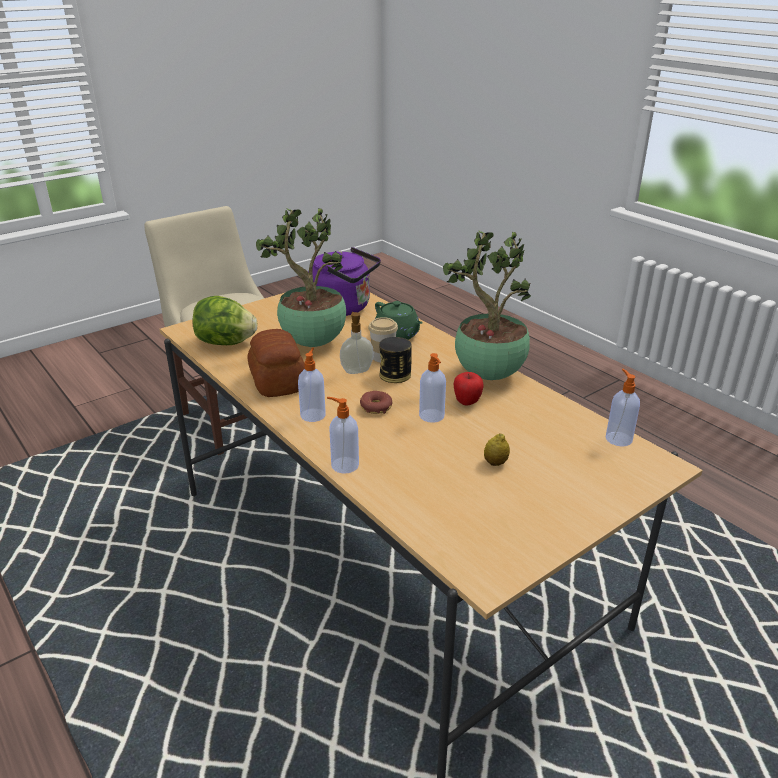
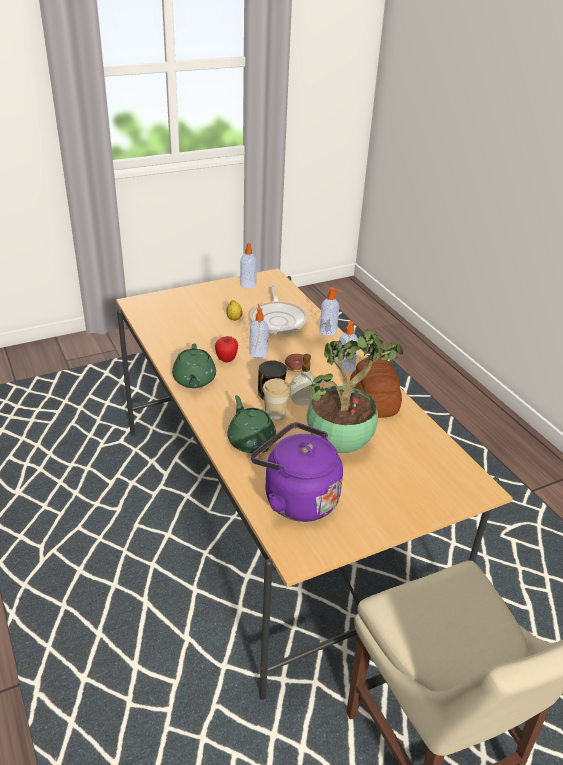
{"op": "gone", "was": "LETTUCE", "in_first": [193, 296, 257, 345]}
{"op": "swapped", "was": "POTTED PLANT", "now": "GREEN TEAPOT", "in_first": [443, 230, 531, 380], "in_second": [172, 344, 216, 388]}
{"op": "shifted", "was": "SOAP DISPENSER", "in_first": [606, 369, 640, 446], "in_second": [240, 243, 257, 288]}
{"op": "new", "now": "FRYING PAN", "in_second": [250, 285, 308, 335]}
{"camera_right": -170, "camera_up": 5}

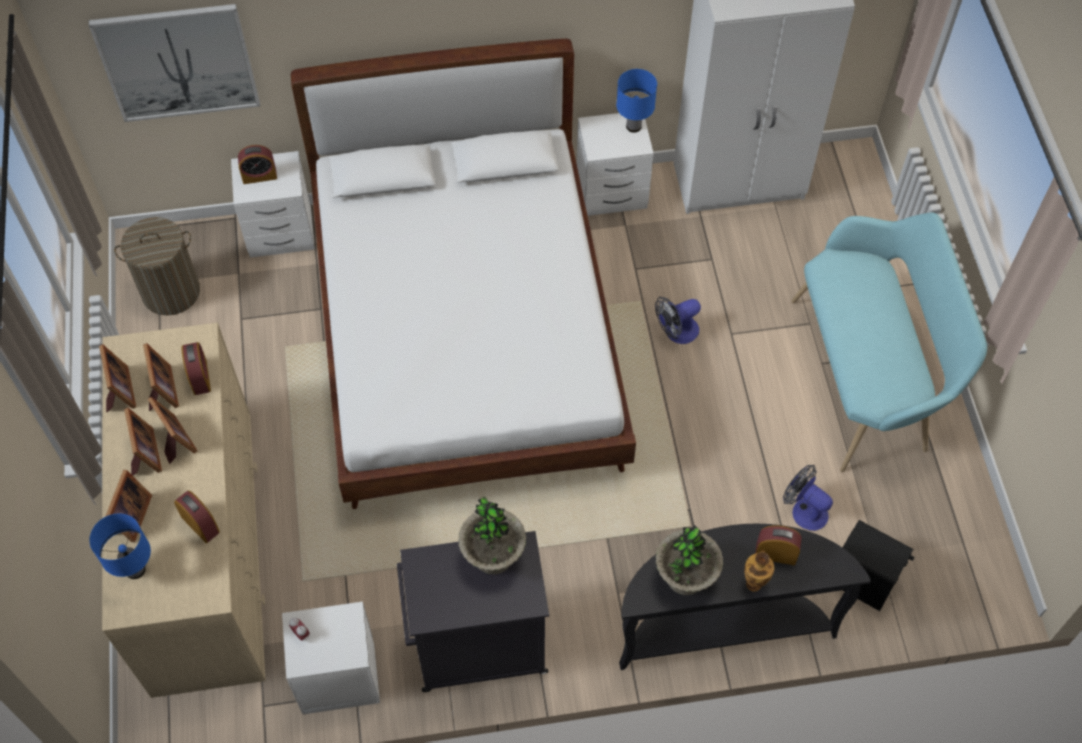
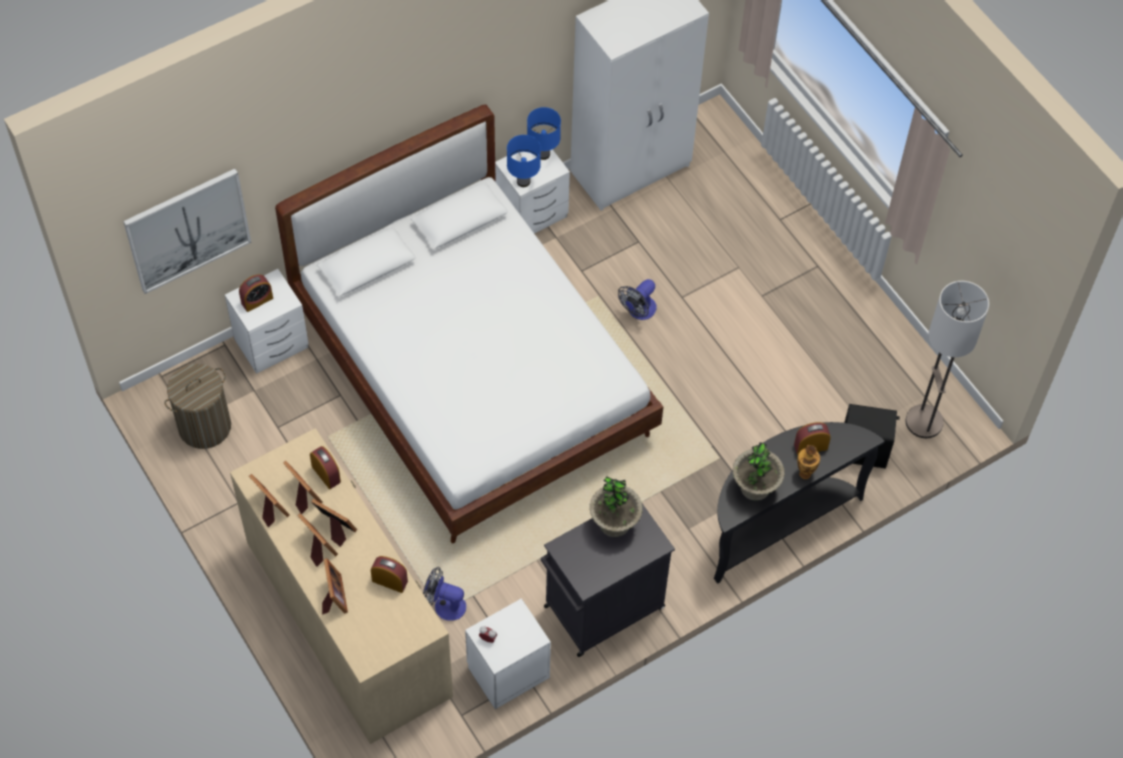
{"op": "shifted", "was": "BLUE TABLE LAMP", "in_first": [89, 513, 151, 579], "in_second": [507, 135, 541, 187]}
{"op": "shifted", "was": "FAN", "in_first": [783, 465, 833, 531], "in_second": [423, 567, 466, 621]}
{"op": "gone", "was": "TURQUOISE BENCH", "in_first": [791, 213, 987, 472]}
{"op": "new", "now": "FLOOR LAMP", "in_second": [906, 281, 989, 438]}
{"camera_right": -25, "camera_up": 0}

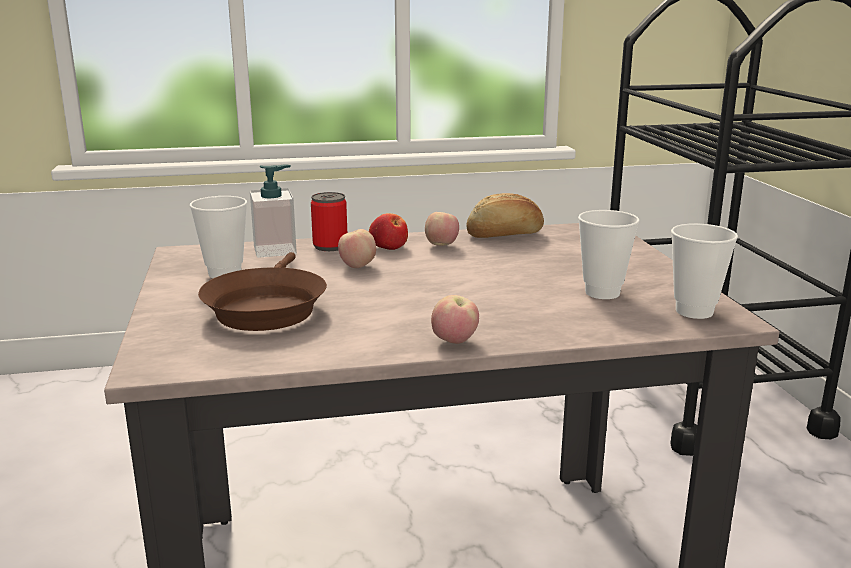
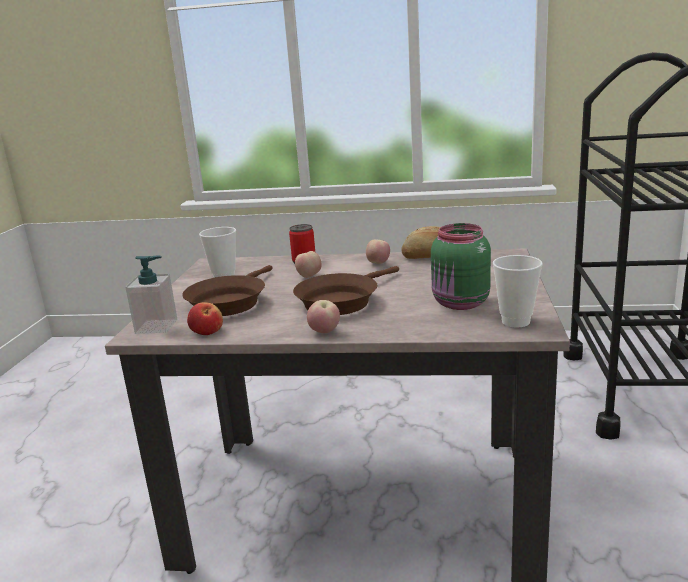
{"op": "shifted", "was": "SOAP DISPENSER", "in_first": [250, 165, 297, 258], "in_second": [125, 255, 177, 334]}
{"op": "shifted", "was": "APPLE", "in_first": [369, 213, 408, 250], "in_second": [187, 302, 223, 335]}
{"op": "swapped", "was": "CUP", "now": "GREEN JAR", "in_first": [578, 210, 639, 299], "in_second": [431, 223, 491, 310]}
{"op": "new", "now": "BROWN FRYING PAN", "in_second": [293, 266, 399, 315]}
{"camera_right": 20, "camera_up": 0}

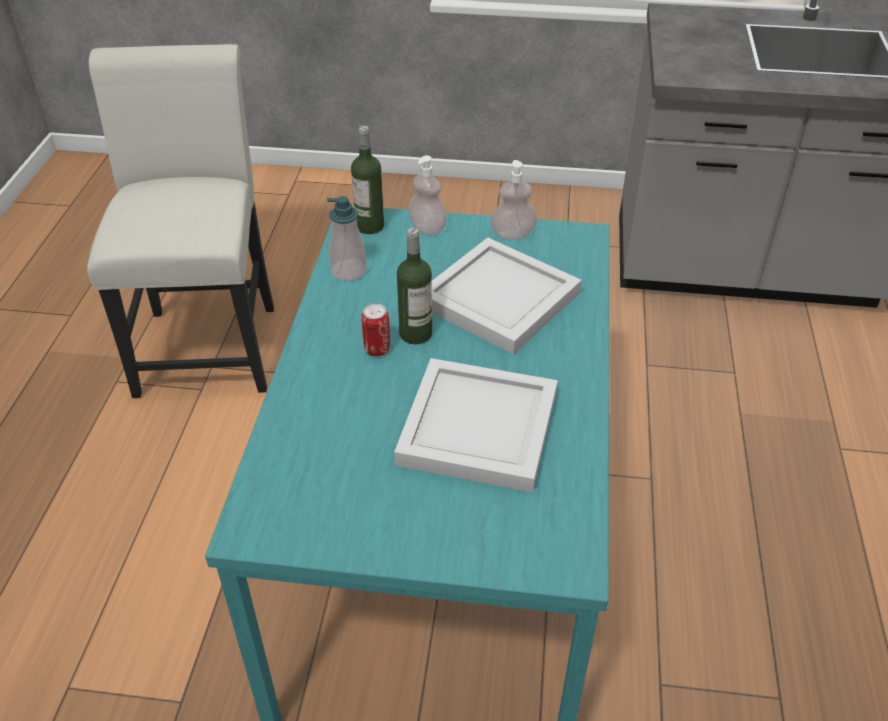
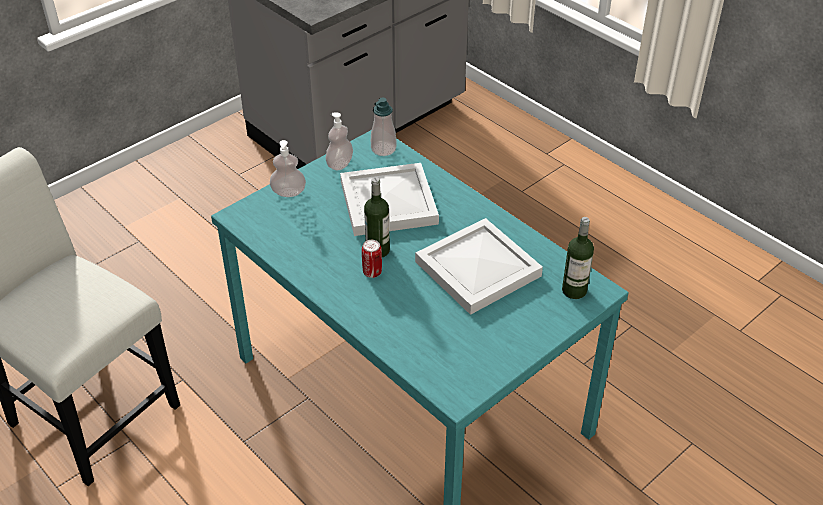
{"op": "shifted", "was": "SOAP DISPENSER", "in_first": [327, 196, 367, 281], "in_second": [371, 97, 396, 156]}
{"op": "shifted", "was": "BOTTLE", "in_first": [351, 126, 384, 234], "in_second": [562, 217, 594, 299]}
{"camera_right": -50, "camera_up": 0}

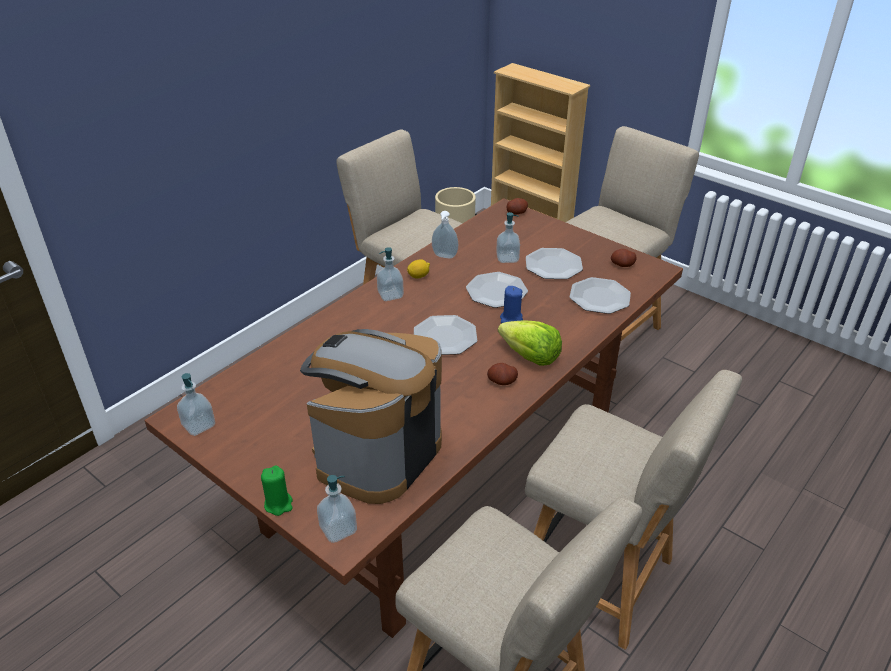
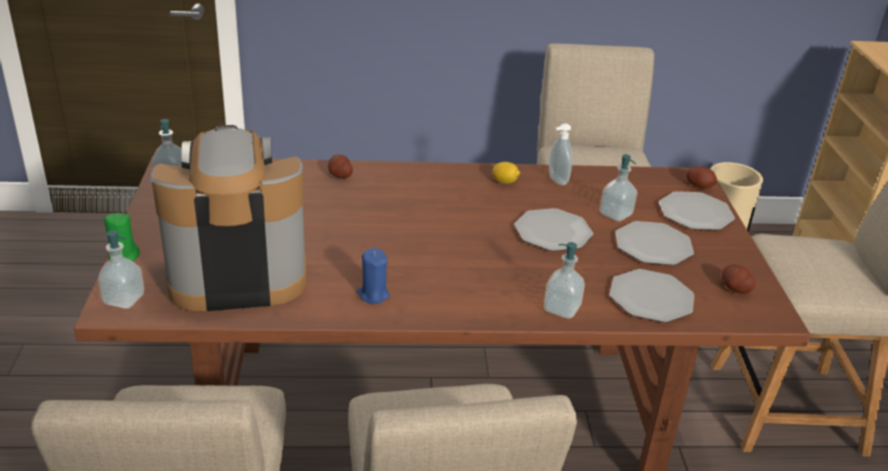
{"op": "shifted", "was": "SOAP DISPENSER", "in_first": [377, 247, 404, 301], "in_second": [544, 242, 585, 319]}
{"op": "shifted", "was": "PLATE", "in_first": [414, 315, 477, 355], "in_second": [659, 191, 735, 230]}
{"op": "shifted", "was": "POTATO", "in_first": [487, 363, 518, 385], "in_second": [328, 154, 353, 179]}
{"op": "gone", "was": "LETTUCE", "in_first": [498, 320, 562, 366]}
{"op": "shifted", "was": "BLUE CANDLE", "in_first": [500, 286, 523, 323], "in_second": [357, 248, 390, 304]}
{"camera_right": 45, "camera_up": -5}

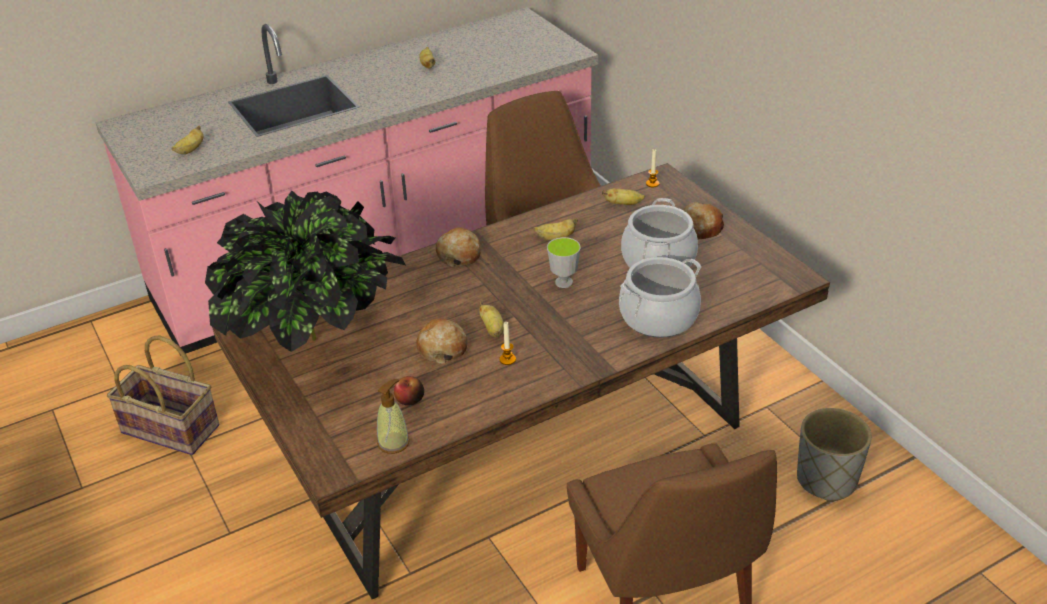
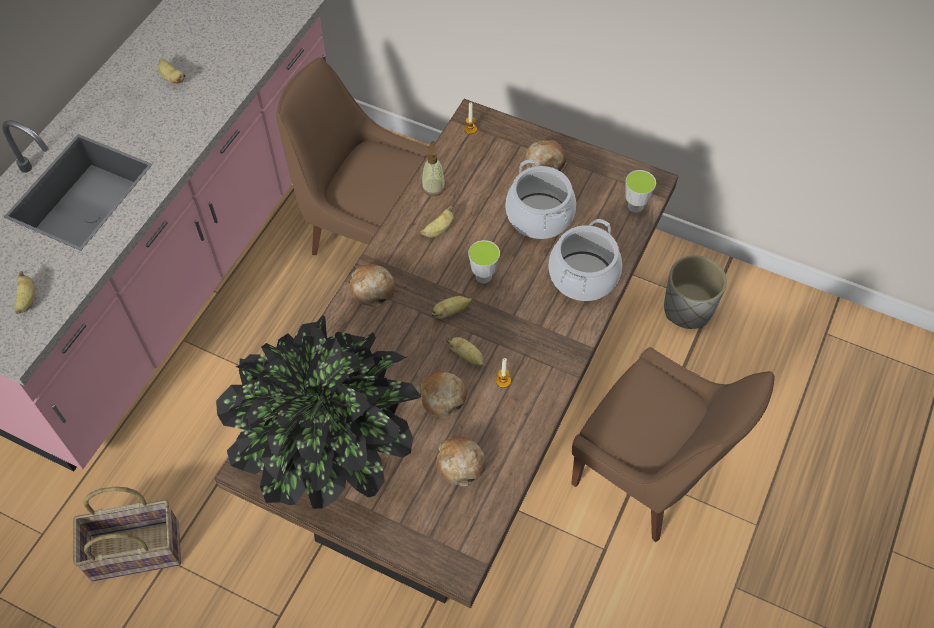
{"op": "shifted", "was": "SOAP DISPENSER", "in_first": [377, 379, 410, 454], "in_second": [421, 141, 446, 196]}
{"op": "swapped", "was": "APPLE", "now": "BREAD", "in_first": [394, 376, 424, 406], "in_second": [436, 437, 486, 486]}
{"op": "shifted", "was": "BANANA", "in_first": [602, 188, 645, 205], "in_second": [431, 296, 472, 319]}
{"op": "new", "now": "CUP", "in_second": [625, 170, 656, 213]}
{"camera_right": -35, "camera_up": 20}

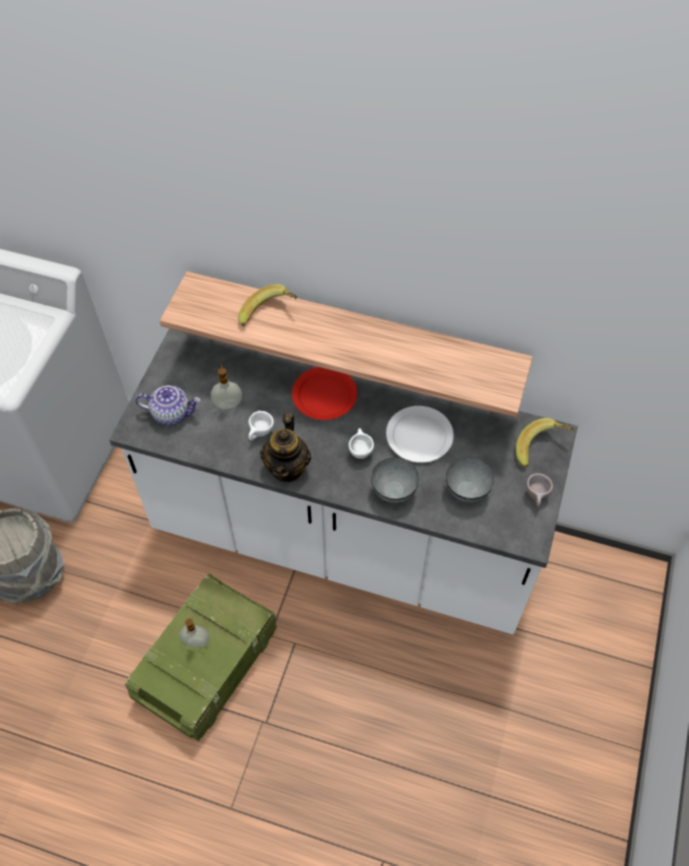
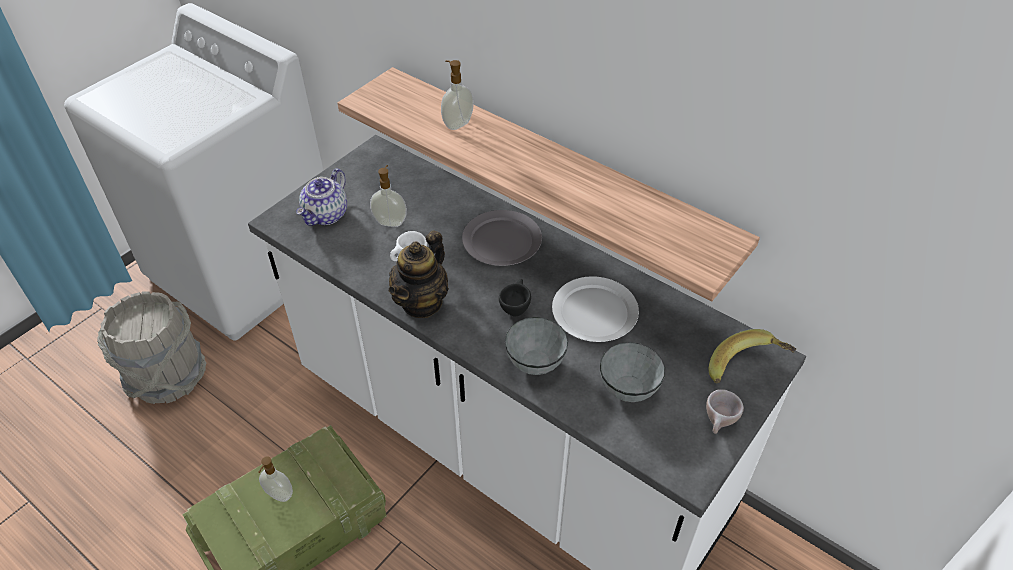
{"op": "rotated", "was": "TEAPOT", "in_first": [135, 385, 201, 426], "in_second": [297, 169, 347, 226], "clockwise": 90}
{"op": "swapped", "was": "BANANA", "now": "SOAP DISPENSER", "in_first": [238, 284, 298, 327], "in_second": [441, 60, 474, 130]}
{"op": "repainted", "was": "RED PLATE", "now": "GREY PLATE", "in_first": [292, 367, 357, 420], "in_second": [462, 210, 542, 266]}
{"op": "repainted", "was": "WHITE CUP", "now": "BLACK CUP", "in_first": [349, 428, 374, 459], "in_second": [499, 279, 531, 316]}
{"camera_right": 20, "camera_up": -10}

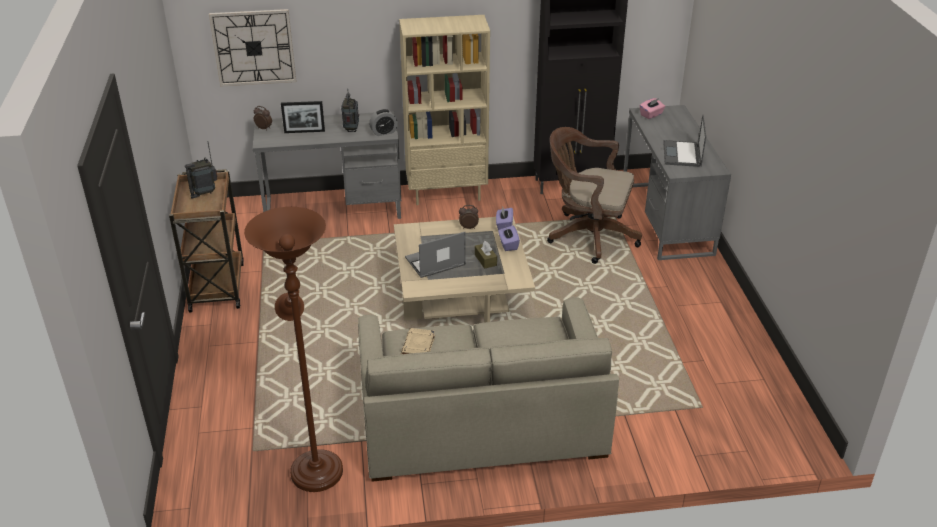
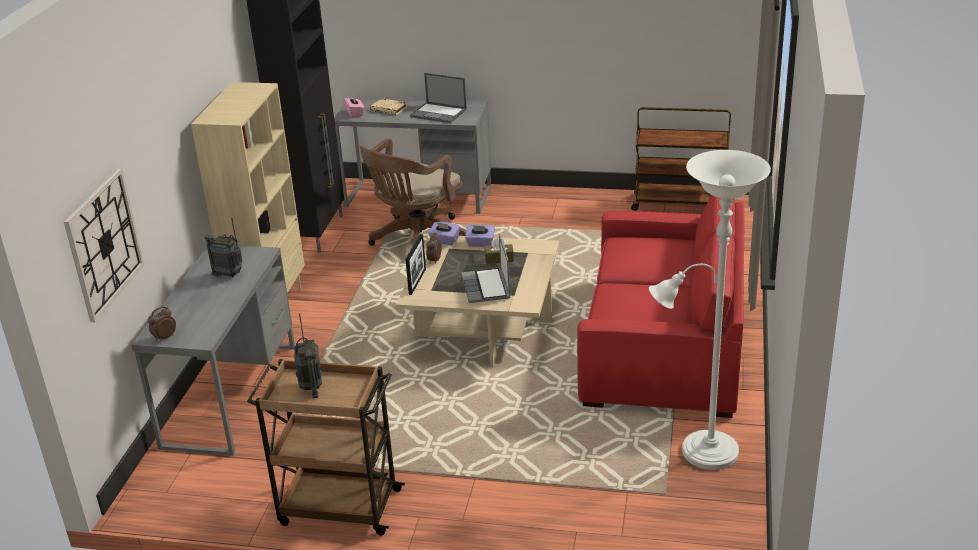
{"op": "repainted", "was": "BROWN FLOOR LAMP", "now": "WHITE FLOOR LAMP", "in_first": [244, 207, 343, 492], "in_second": [649, 150, 771, 470]}
{"op": "shifted", "was": "PICTURE FRAME", "in_first": [281, 101, 325, 133], "in_second": [405, 234, 426, 295]}
{"op": "repainted", "was": "BEIGE SOFA", "now": "RED SOFA", "in_first": [358, 297, 619, 482], "in_second": [577, 195, 744, 418]}
{"op": "gone", "was": "ALARM CLOCK", "in_first": [369, 109, 398, 136]}
{"op": "shifted", "was": "BEIGE BOOK", "in_first": [401, 328, 435, 354], "in_second": [370, 98, 407, 115]}
{"op": "new", "now": "BROWN CART", "in_second": [631, 107, 731, 211]}
{"camera_right": -70, "camera_up": -5}

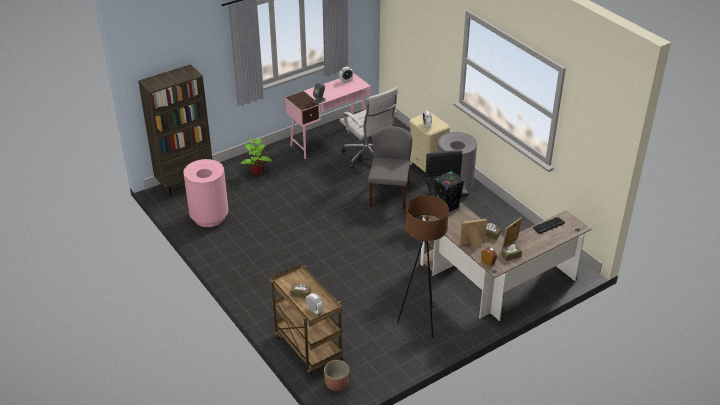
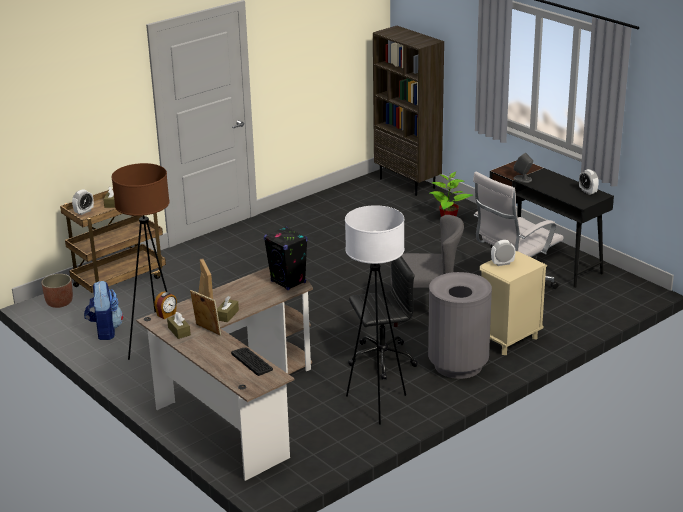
{"op": "gone", "was": "PINK TRASH CAN", "in_first": [183, 159, 228, 227]}
{"op": "repainted", "was": "PINK DESK", "now": "BLACK DESK", "in_first": [285, 74, 371, 159], "in_second": [490, 160, 614, 288]}
{"op": "new", "now": "BACKPACK", "in_second": [84, 281, 123, 340]}
{"op": "new", "now": "WHITE FLOOR LAMP", "in_second": [345, 205, 406, 425]}
{"camera_right": 85, "camera_up": -10}

